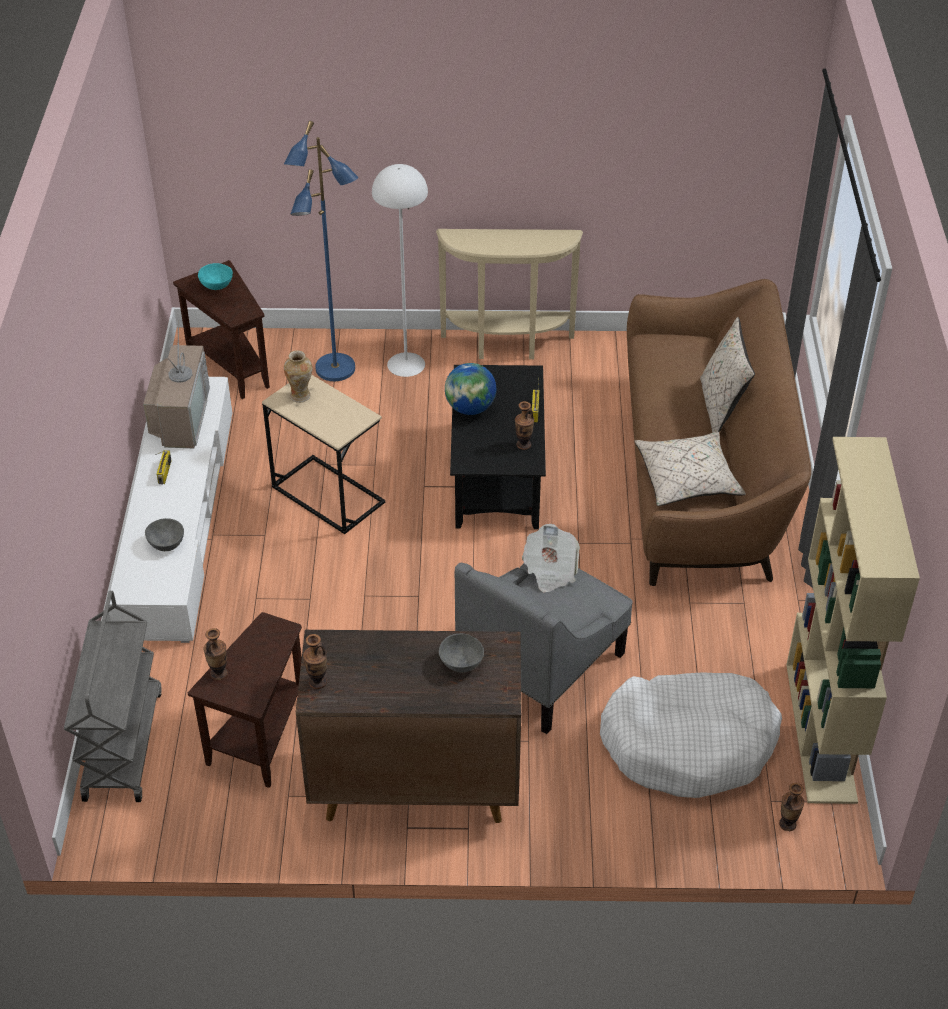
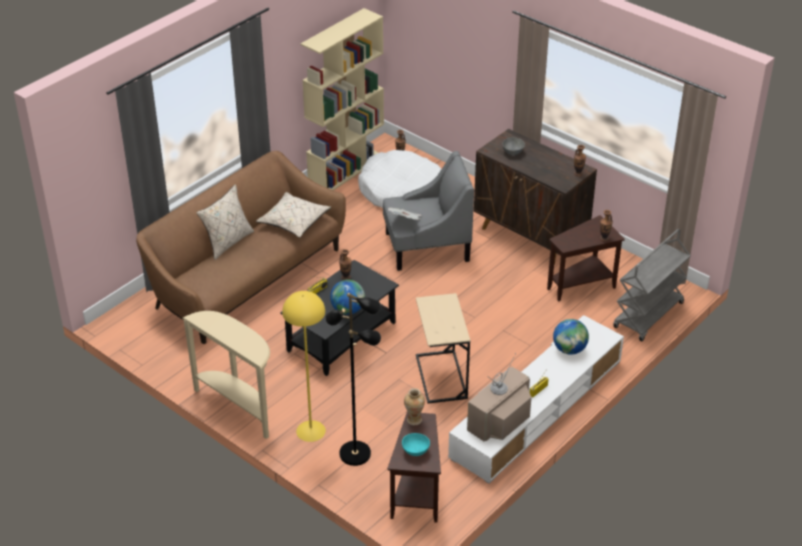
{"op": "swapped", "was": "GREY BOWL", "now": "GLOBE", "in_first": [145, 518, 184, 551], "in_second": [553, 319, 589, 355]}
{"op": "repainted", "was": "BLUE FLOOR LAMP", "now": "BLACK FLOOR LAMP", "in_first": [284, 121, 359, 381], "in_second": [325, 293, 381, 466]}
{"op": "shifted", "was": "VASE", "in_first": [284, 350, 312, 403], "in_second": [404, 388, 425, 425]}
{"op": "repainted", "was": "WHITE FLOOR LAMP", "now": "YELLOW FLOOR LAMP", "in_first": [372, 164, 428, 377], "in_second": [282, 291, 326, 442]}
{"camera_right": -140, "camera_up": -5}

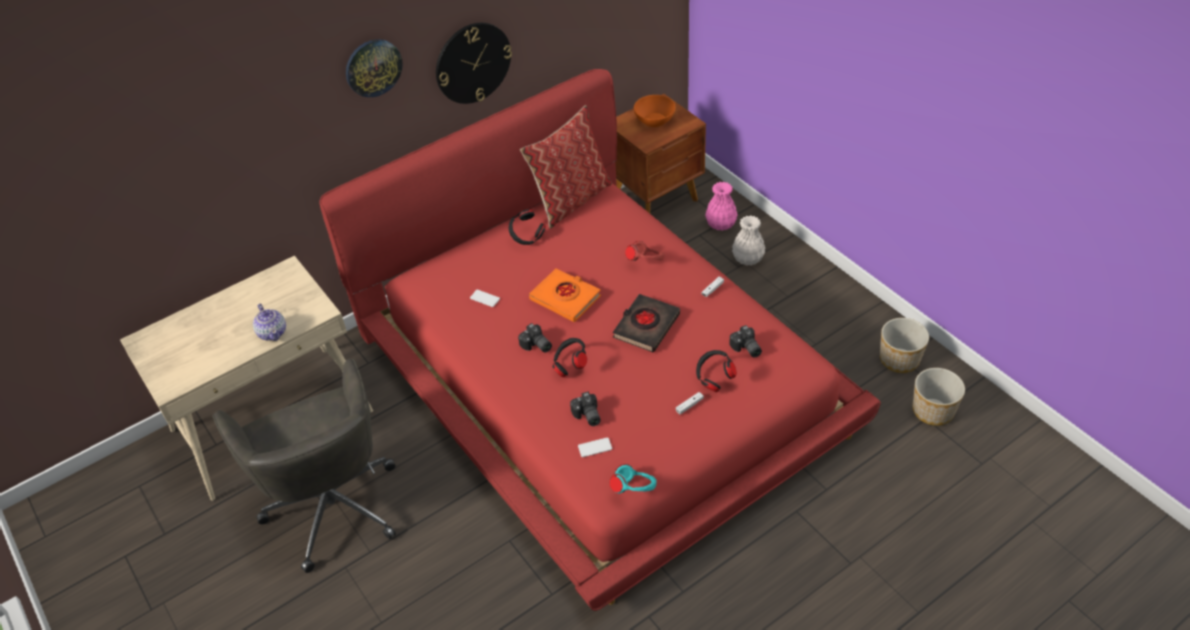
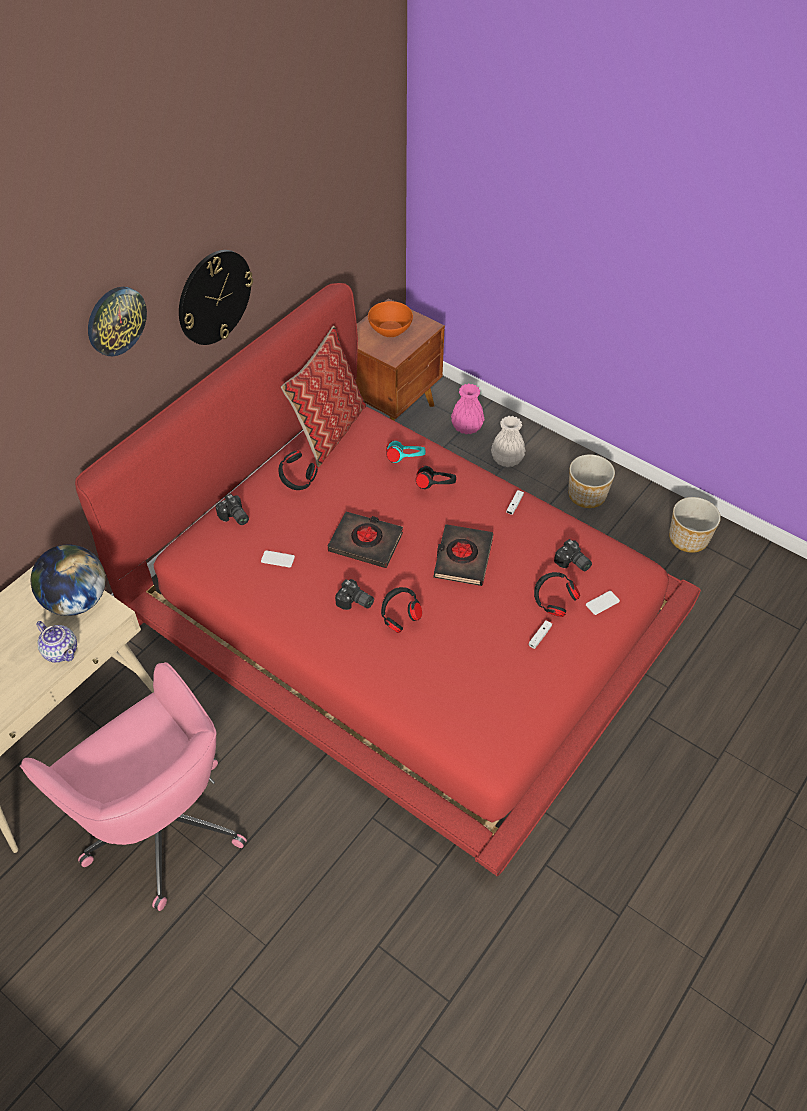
{"op": "repainted", "was": "GREY OFFICE CHAIR", "now": "PINK OFFICE CHAIR", "in_first": [212, 359, 396, 573], "in_second": [20, 662, 247, 911]}
{"op": "repainted", "was": "ORANGE BOOK", "now": "BLACK BOOK", "in_first": [529, 269, 601, 322], "in_second": [328, 512, 403, 568]}
{"op": "shifted", "was": "PHOTO CAMERA", "in_first": [570, 391, 601, 426], "in_second": [215, 494, 249, 525]}
{"op": "shifted", "was": "PHONE", "in_first": [578, 437, 612, 457], "in_second": [586, 591, 620, 615]}
{"op": "shifted", "was": "TURQUOISE HEADPHONES", "in_first": [610, 464, 657, 493], "in_second": [386, 440, 425, 463]}
{"op": "repainted", "was": "RED HEADPHONES", "now": "BLACK HEADPHONES", "in_first": [625, 241, 665, 261], "in_second": [416, 466, 456, 489]}
{"op": "shifted", "was": "PLANTER", "in_first": [913, 368, 965, 426], "in_second": [568, 454, 615, 508]}
{"op": "new", "now": "GLOBE", "in_second": [31, 544, 106, 616]}
{"camera_right": -20, "camera_up": 5}

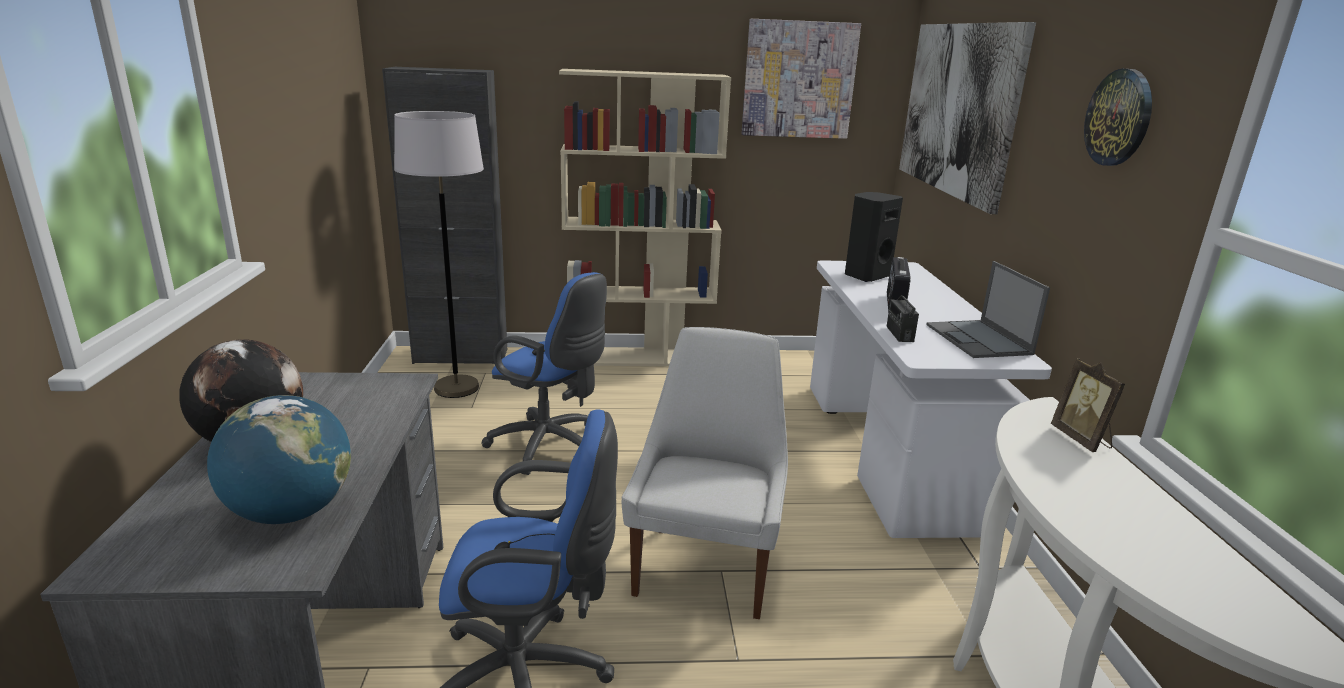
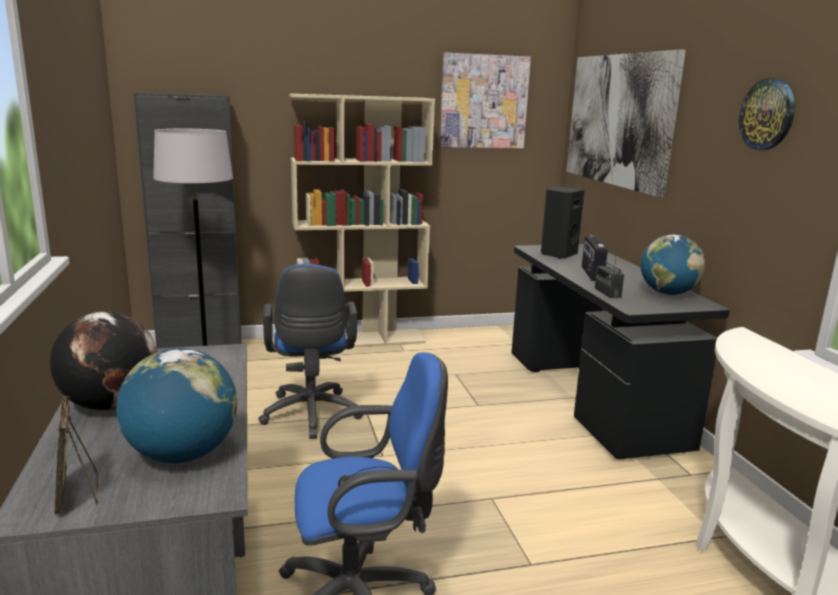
{"op": "rotated", "was": "BLUE OFFICE CHAIR", "in_first": [482, 272, 607, 475], "in_second": [258, 264, 362, 439], "clockwise": 60}
{"op": "gone", "was": "WHITE CHAIR", "in_first": [622, 327, 788, 619]}
{"op": "repainted", "was": "WHITE DESK", "now": "BLACK DESK", "in_first": [810, 260, 1052, 538], "in_second": [511, 244, 730, 459]}
{"op": "swapped", "was": "LAPTOP", "now": "GLOBE", "in_first": [926, 261, 1050, 358], "in_second": [641, 235, 705, 295]}
{"op": "shifted", "was": "PICTURE FRAME", "in_first": [1051, 359, 1125, 452], "in_second": [54, 396, 98, 514]}
{"camera_right": -10, "camera_up": -5}

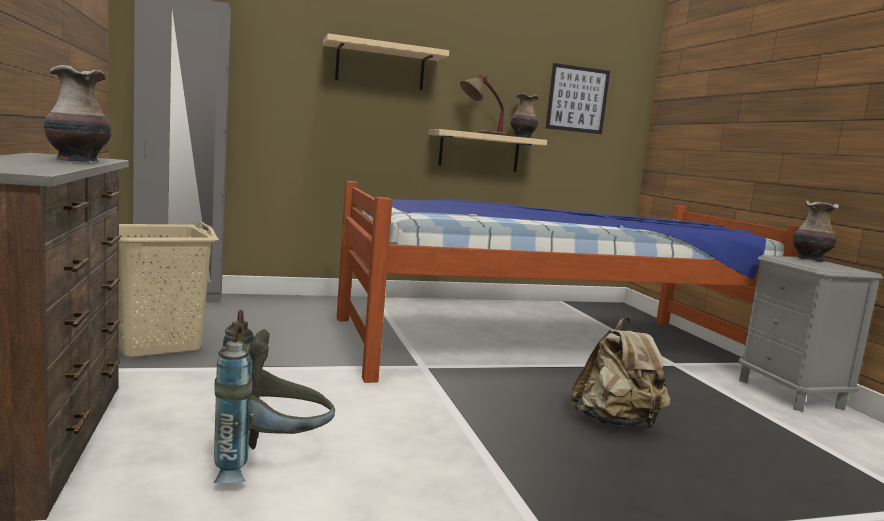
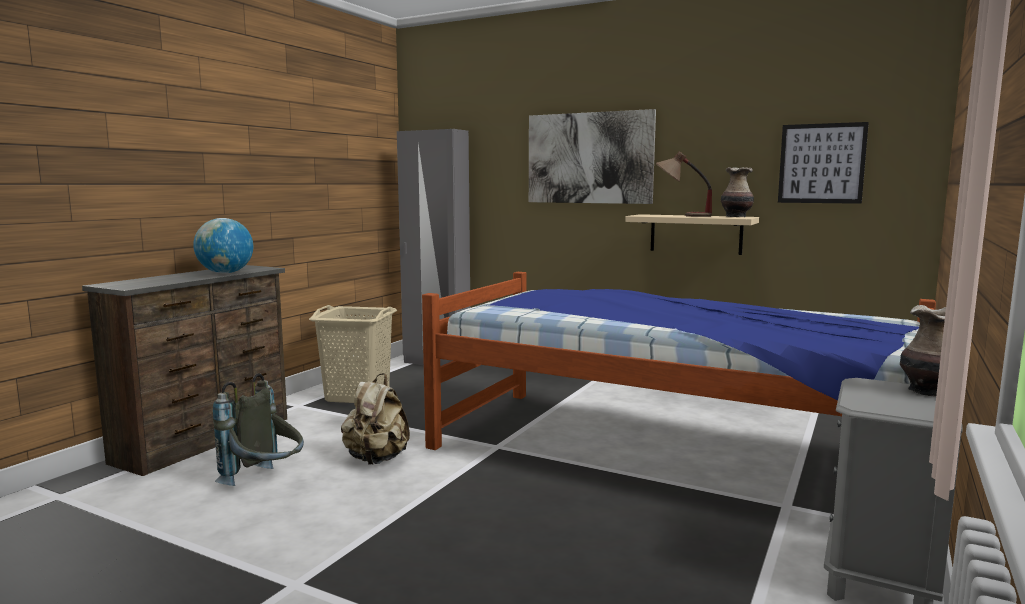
{"op": "swapped", "was": "VASE", "now": "GLOBE", "in_first": [44, 65, 112, 162], "in_second": [193, 218, 253, 273]}
{"op": "swapped", "was": "BEIGE SHELF", "now": "PICTURE", "in_first": [323, 33, 449, 90], "in_second": [529, 109, 656, 204]}
{"op": "shifted", "was": "BEIGE BACKPACK", "in_first": [571, 317, 671, 429], "in_second": [341, 373, 410, 465]}
{"camera_right": 45, "camera_up": 0}

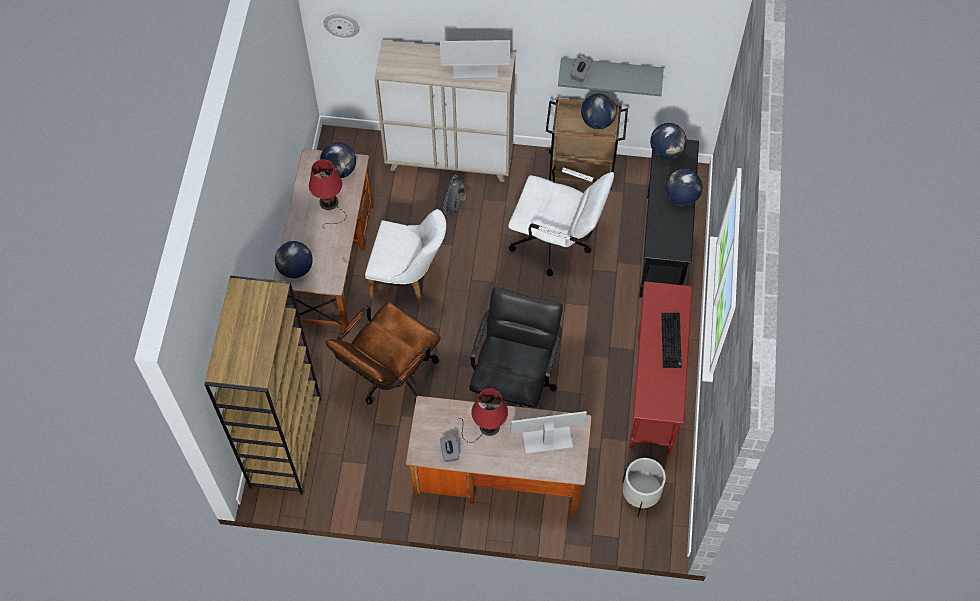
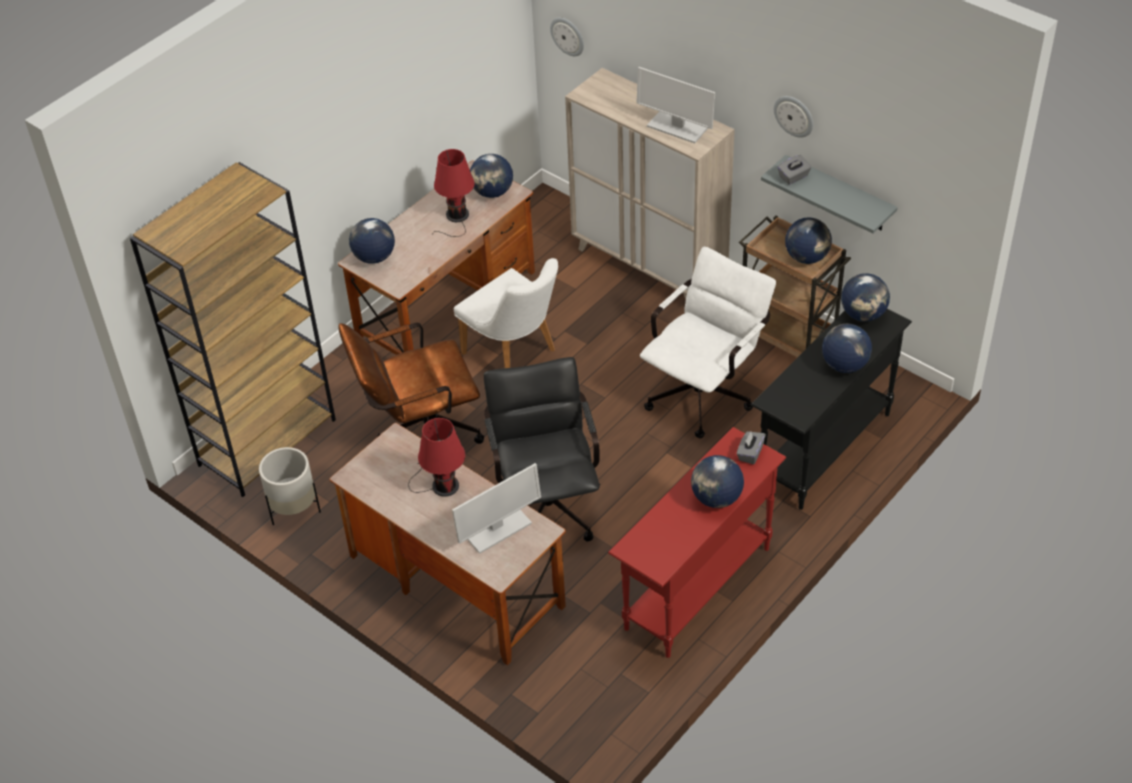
{"op": "shifted", "was": "GREY TISSUE BOX", "in_first": [440, 434, 459, 462], "in_second": [737, 431, 766, 464]}
{"op": "gone", "was": "GREY FAN", "in_first": [443, 175, 467, 214]}
{"op": "rotated", "was": "BLACK OFFICE CHAIR", "in_first": [469, 287, 563, 407], "in_second": [484, 357, 600, 542], "clockwise": -60}
{"op": "rotated", "was": "WHITE OFFICE CHAIR", "in_first": [508, 166, 614, 276], "in_second": [640, 247, 776, 438], "clockwise": -105}
{"op": "rotated", "was": "MONITOR", "in_first": [510, 411, 587, 454], "in_second": [452, 463, 541, 554], "clockwise": 120}
{"op": "shifted", "was": "WHITE PLANTER", "in_first": [622, 458, 666, 516], "in_second": [259, 447, 321, 526]}
{"op": "swapped", "was": "KEYBOARD", "now": "GLOBE", "in_first": [661, 313, 682, 368], "in_second": [691, 455, 744, 508]}
{"op": "new", "now": "WALL CLOCK", "in_second": [774, 96, 813, 138]}
{"camera_right": 35, "camera_up": -15}

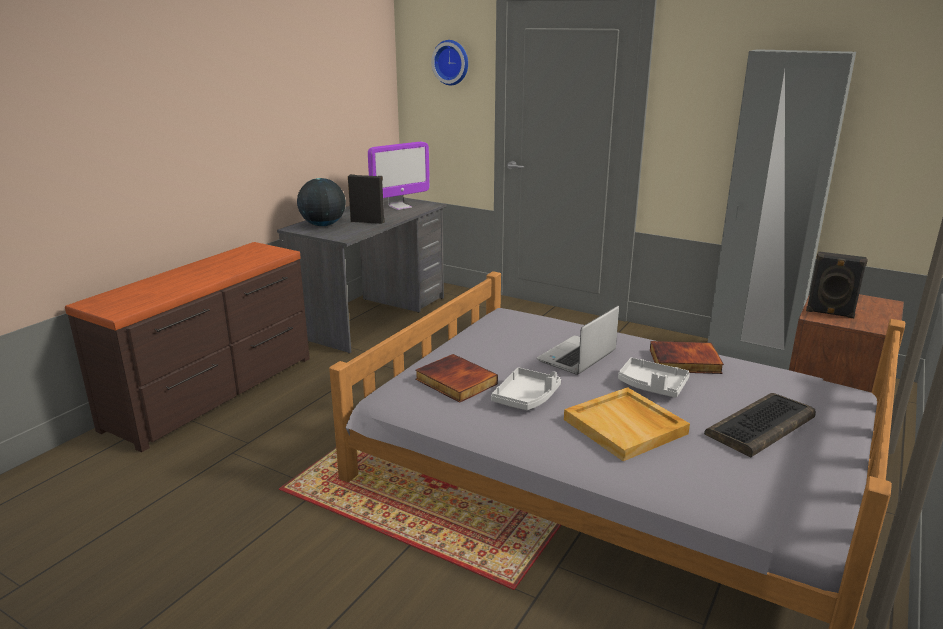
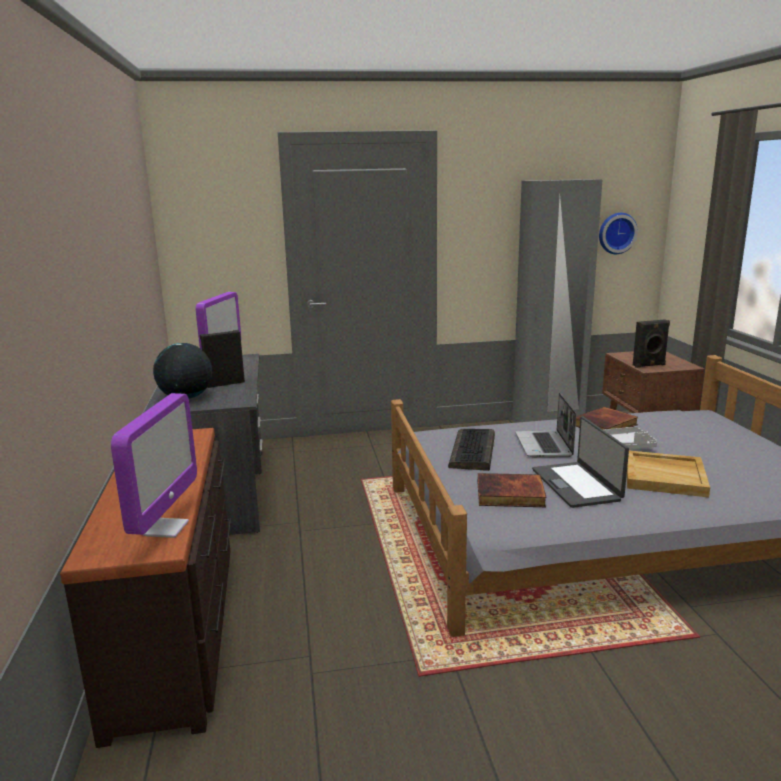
{"op": "shifted", "was": "WALL CLOCK", "in_first": [431, 40, 468, 85], "in_second": [599, 213, 638, 254]}
{"op": "swapped", "was": "GREY TRAY", "now": "LAPTOP", "in_first": [491, 368, 561, 410], "in_second": [532, 416, 629, 508]}
{"op": "shifted", "was": "KEYBOARD", "in_first": [704, 393, 816, 458], "in_second": [448, 429, 495, 471]}
{"op": "new", "now": "MONITOR", "in_second": [111, 393, 197, 538]}
{"camera_right": -40, "camera_up": -5}

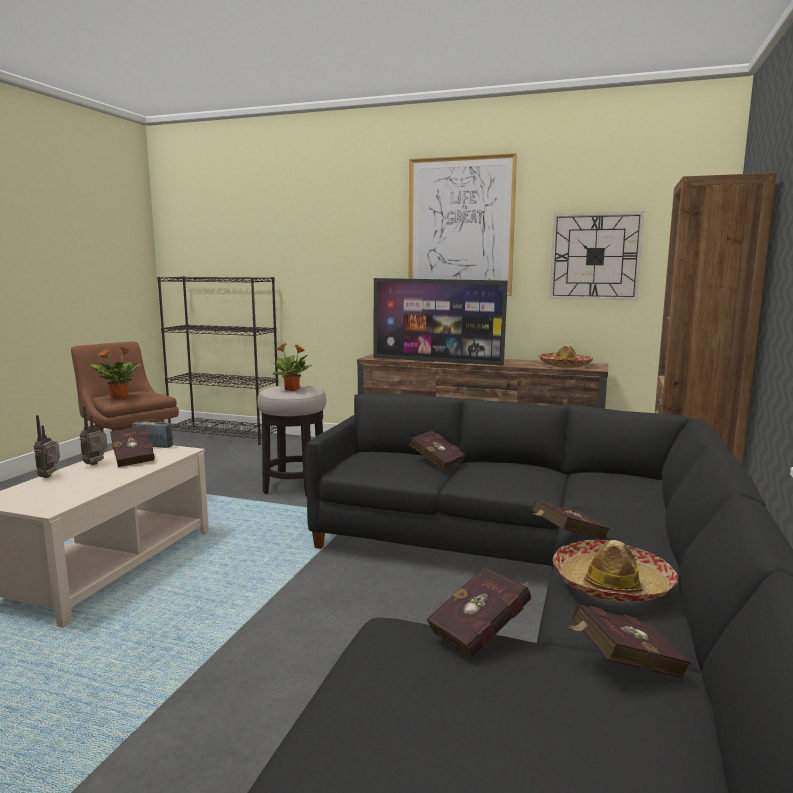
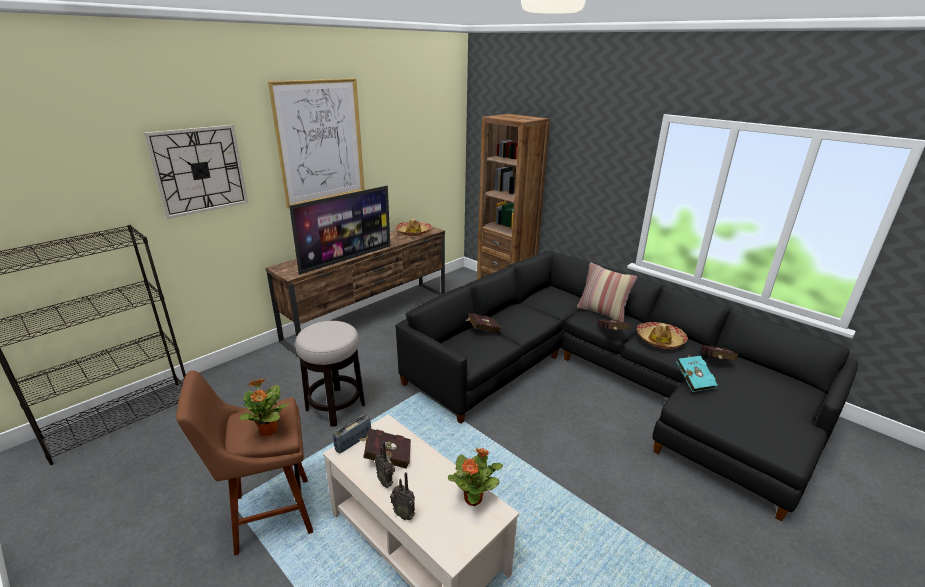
{"op": "shifted", "was": "POTTED PLANT", "in_first": [270, 343, 313, 391], "in_second": [448, 448, 503, 506]}
{"op": "repainted", "was": "RED BOOK", "now": "TURQUOISE BOOK", "in_first": [426, 567, 531, 657], "in_second": [676, 356, 718, 392]}
{"op": "shifted", "was": "WALL CLOCK", "in_first": [549, 211, 644, 300], "in_second": [144, 125, 248, 219]}
{"op": "new", "now": "PILLOW", "in_second": [577, 263, 637, 322]}
{"camera_right": -65, "camera_up": 15}

